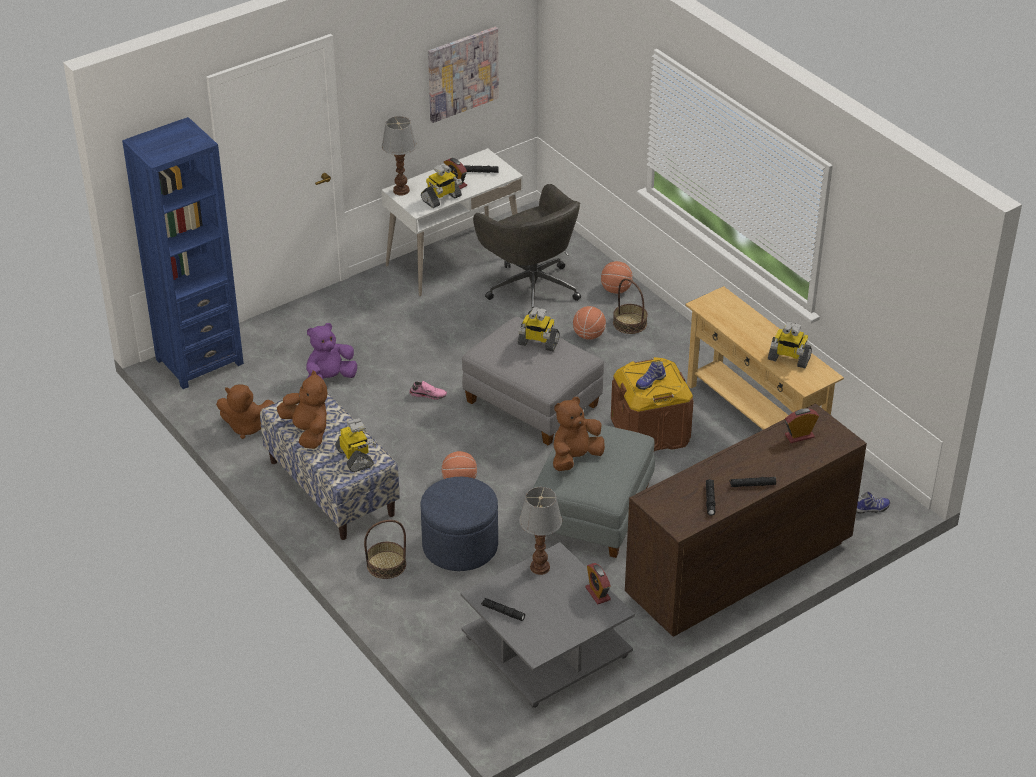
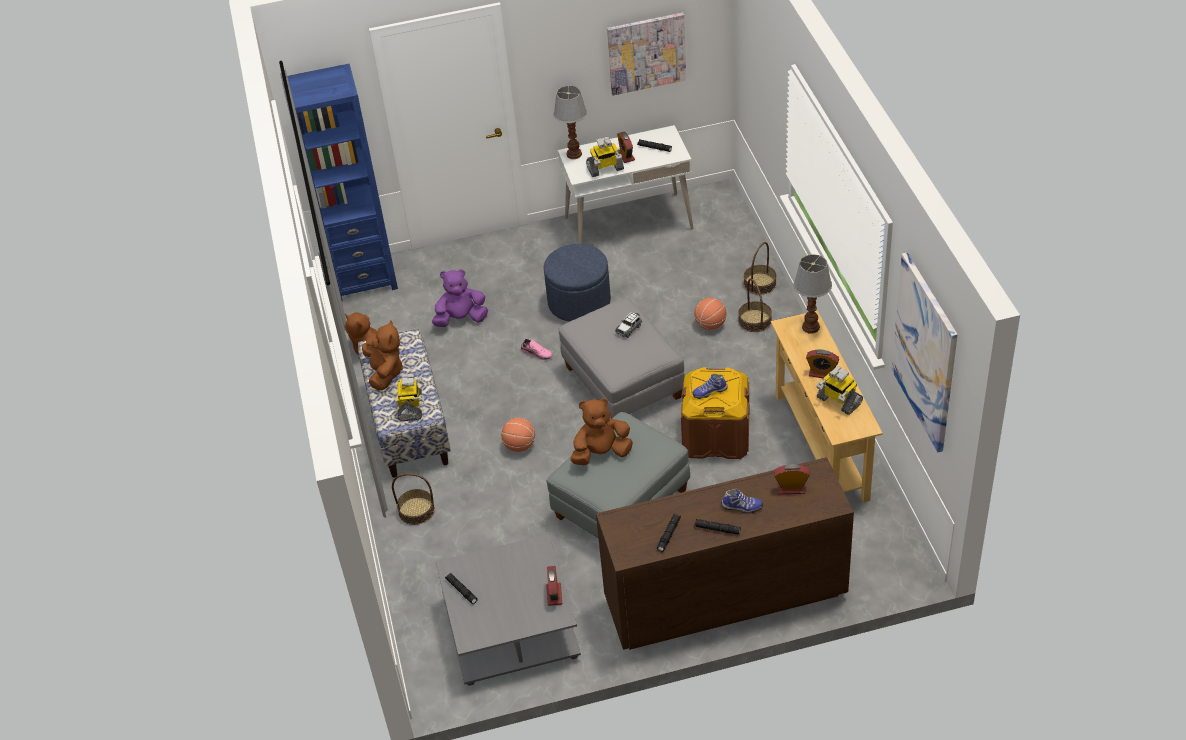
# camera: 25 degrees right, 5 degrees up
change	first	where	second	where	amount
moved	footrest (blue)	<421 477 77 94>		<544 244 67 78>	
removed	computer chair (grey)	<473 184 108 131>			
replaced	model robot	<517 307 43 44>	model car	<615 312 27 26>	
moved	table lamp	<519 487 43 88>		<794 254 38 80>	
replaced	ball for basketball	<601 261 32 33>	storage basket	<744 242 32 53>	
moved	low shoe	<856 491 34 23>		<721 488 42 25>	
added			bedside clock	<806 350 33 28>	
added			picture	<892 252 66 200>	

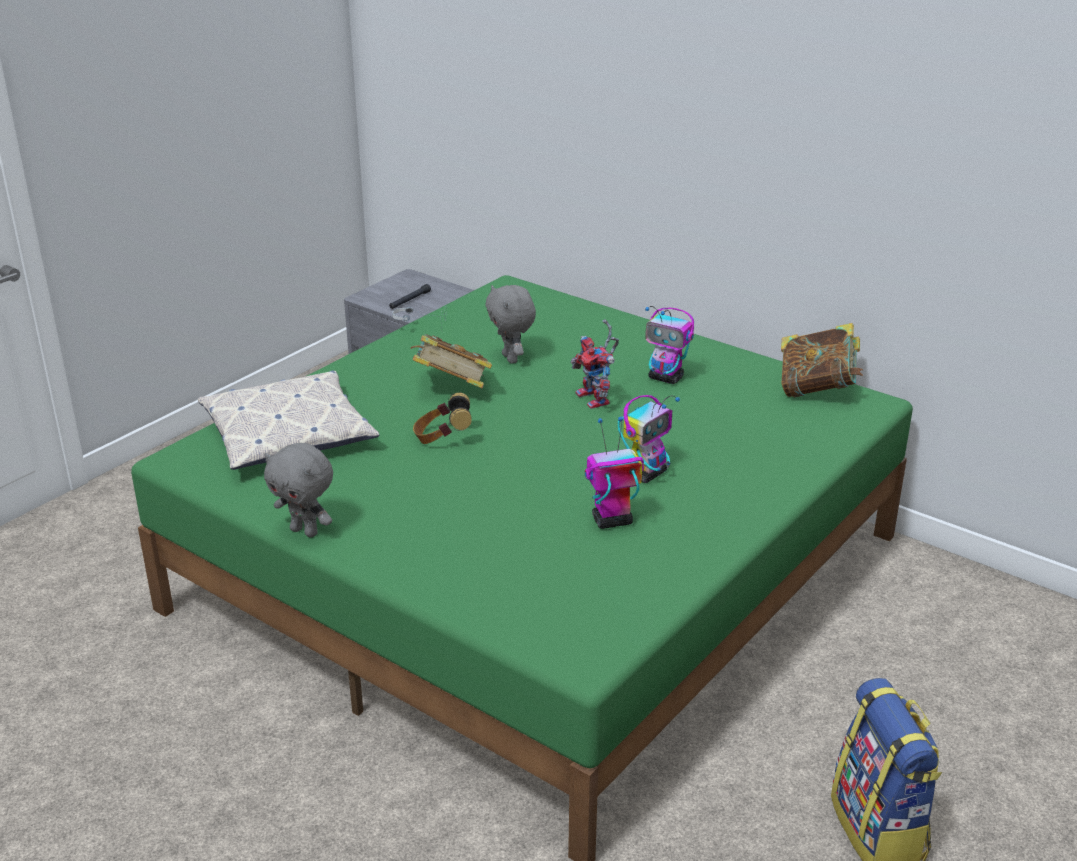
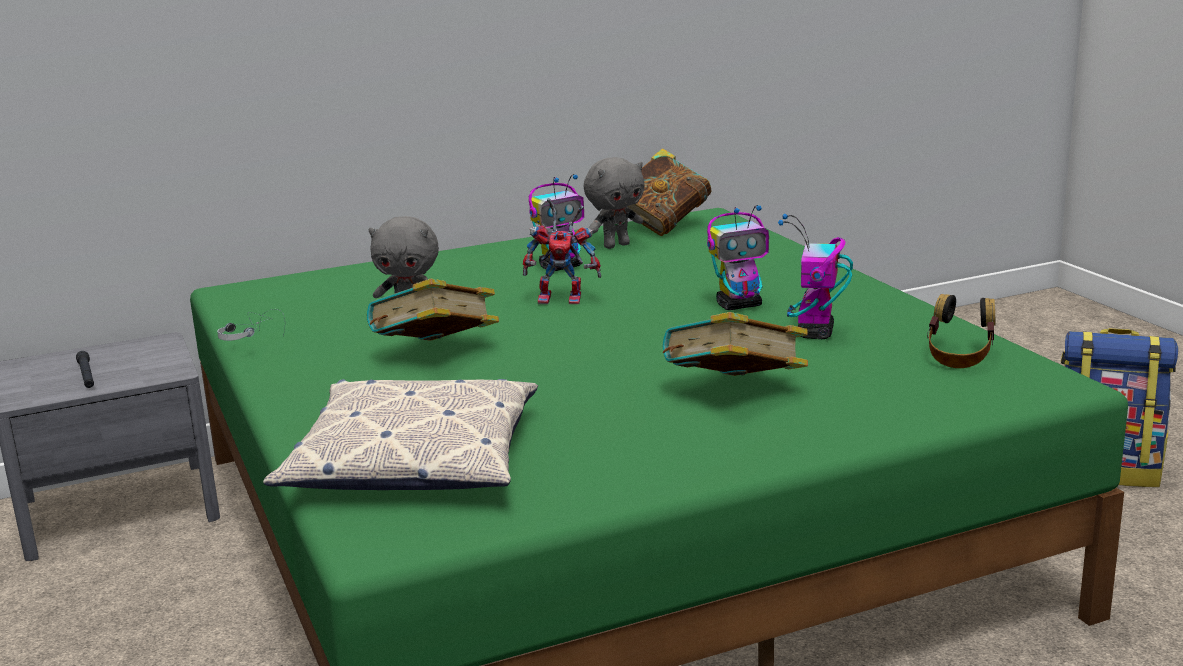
# camera: 60 degrees left, 10 degrees down
change	first	where	second	where	amount
moved	cuddly toy (grey)	<264 443 69 94>		<584 157 61 92>	
moved	pair of headphones	<413 393 59 51>		<927 294 69 74>	
turned	model robot	<618 395 62 88>		<707 205 62 105>	90 degrees clockwise
added			bound book	<662 312 146 64>	

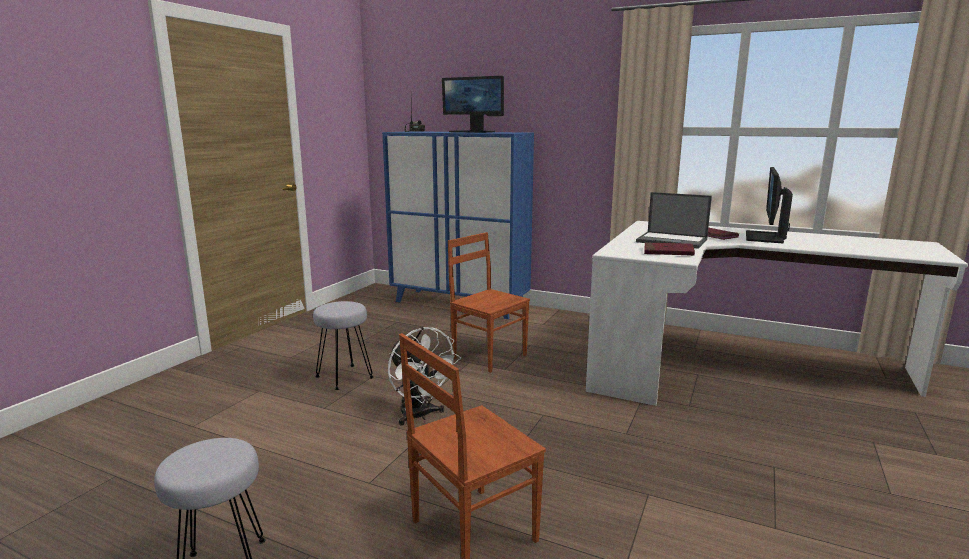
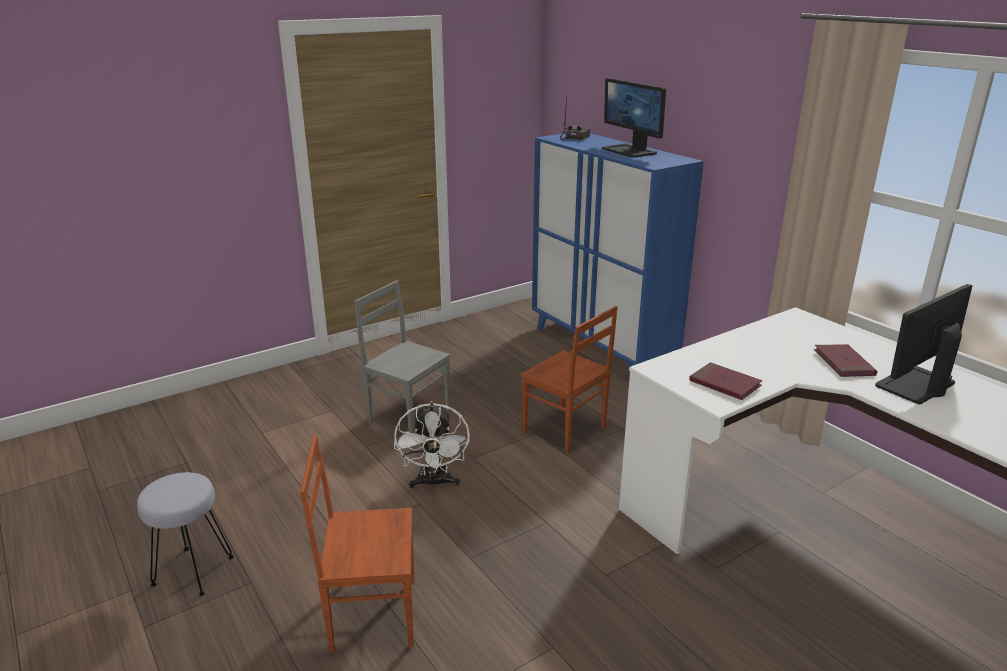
# camera: 30 degrees right, 10 degrees up
change	first	where	second	where	amount
replaced	stool (grey)	<313 301 61 89>	chair (grey)	<354 280 96 153>	
turned	chair (brown)	<448 232 82 141>		<521 306 97 148>	150 degrees clockwise
removed	laptop	<636 192 76 57>			

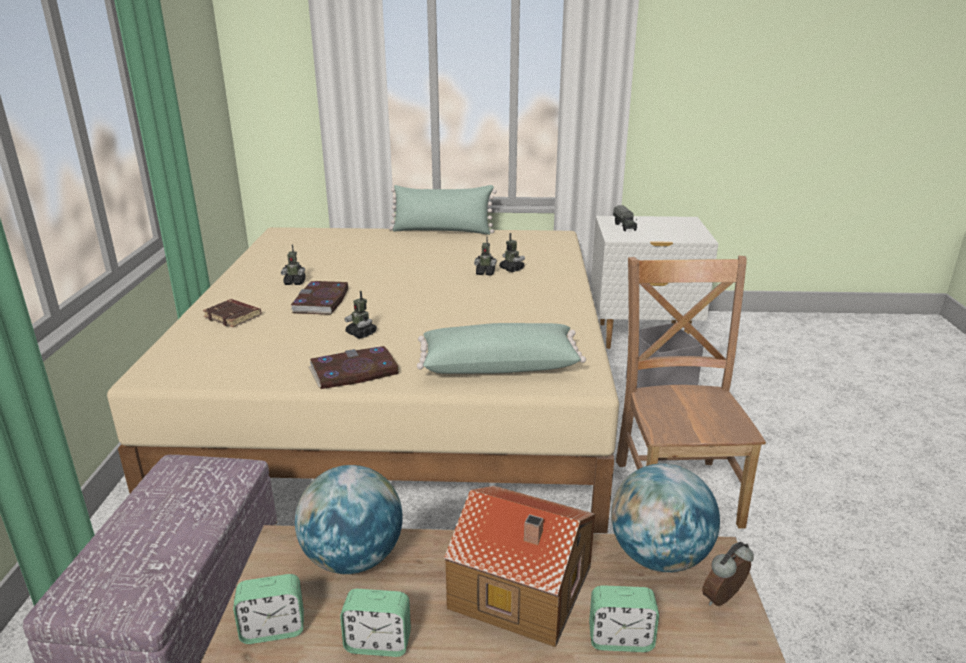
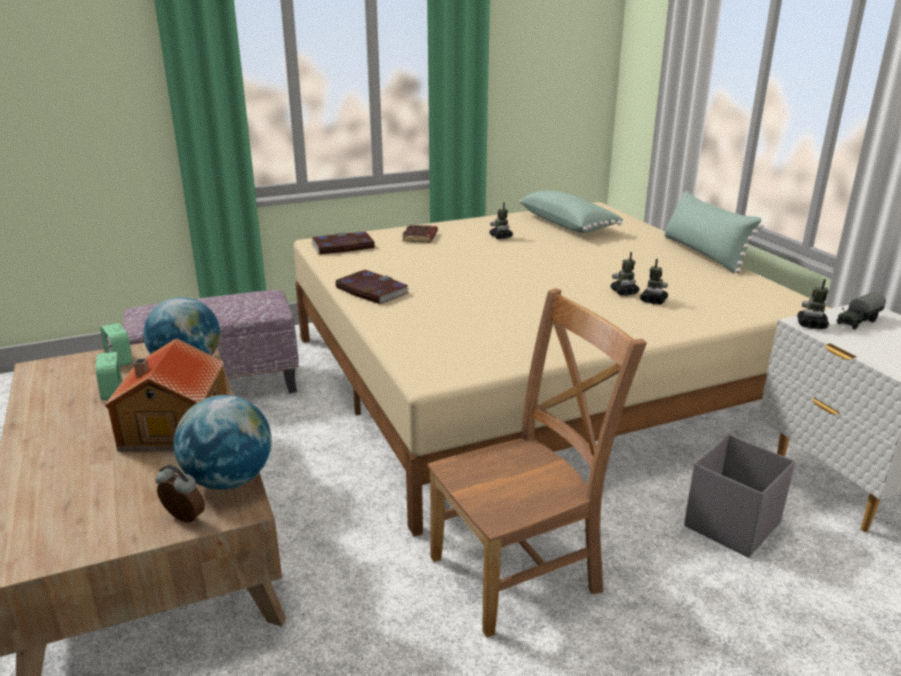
# camera: 65 degrees right, 0 degrees up
change	first	where	second	where	amount
moved	bound book	<291 281 57 34>		<311 232 65 22>	
moved	model robot	<345 291 32 47>		<797 279 32 50>	
moved	pillow (green-coloured)	<417 323 169 51>		<519 190 104 43>	
removed	bedside clock	<589 585 70 67>			

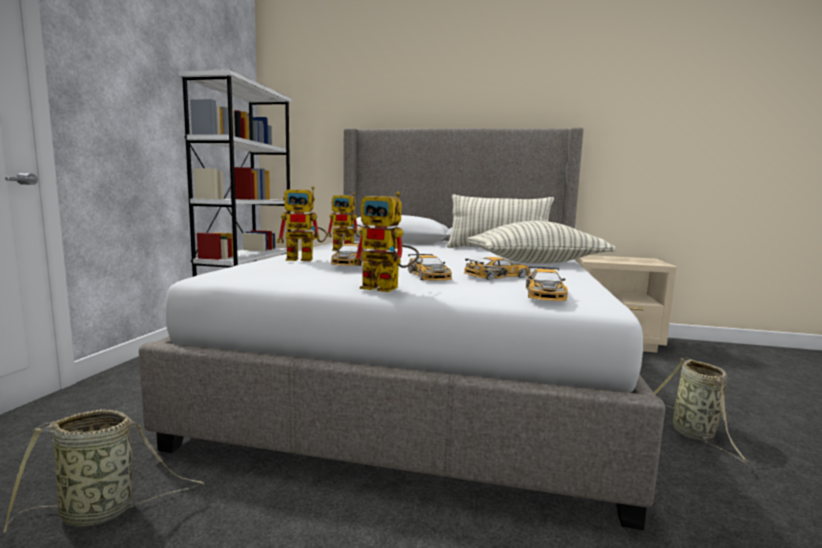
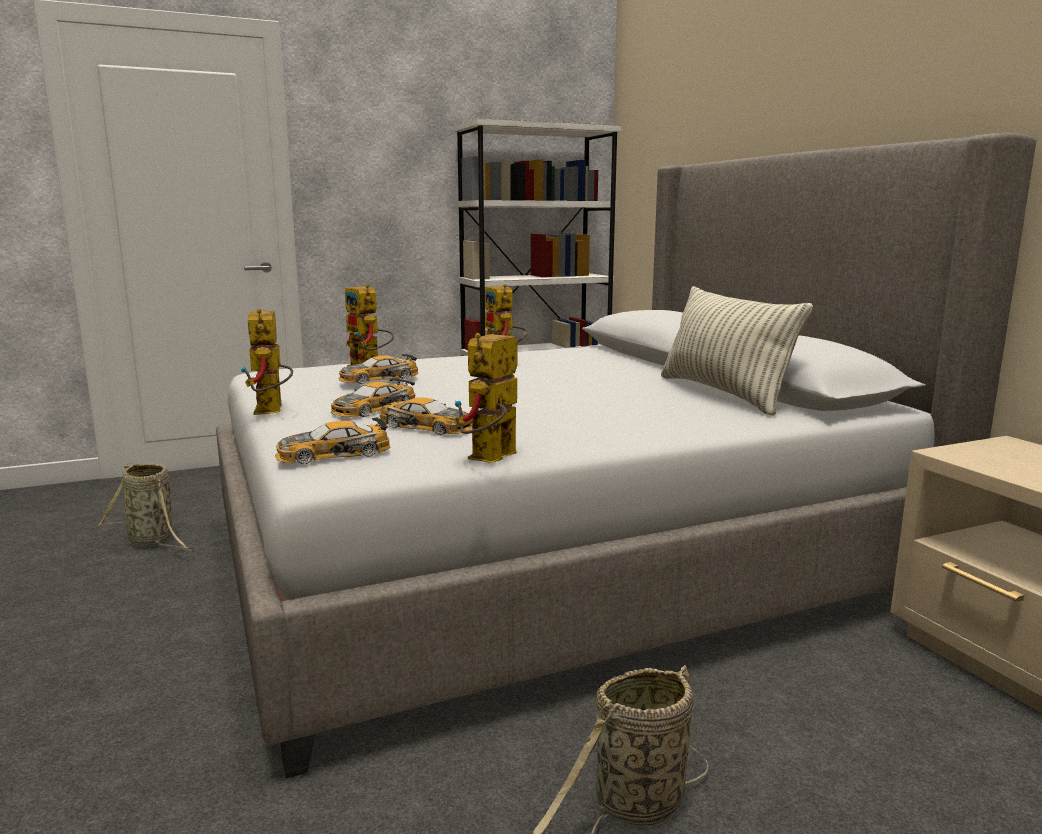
# camera: 55 degrees right, 5 degrees up
change	first	where	second	where	amount
removed	pillow	<467 221 149 43>			
added			model robot	<454 333 63 130>	

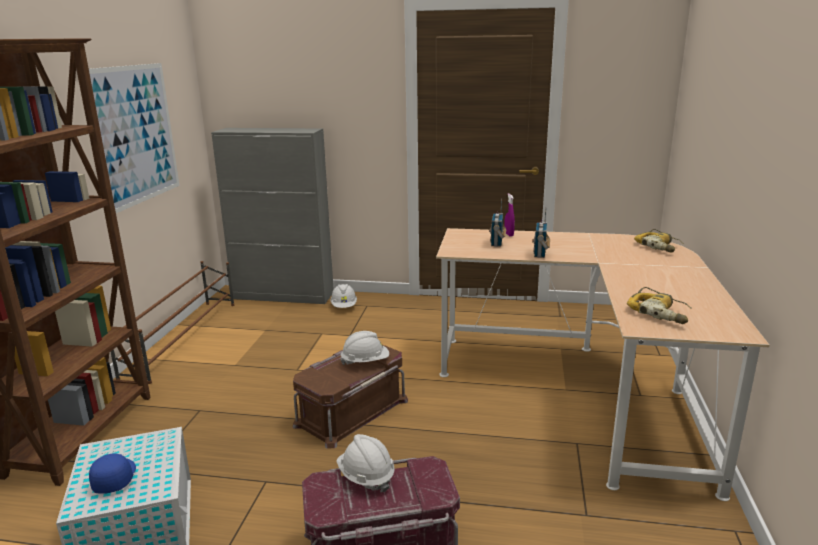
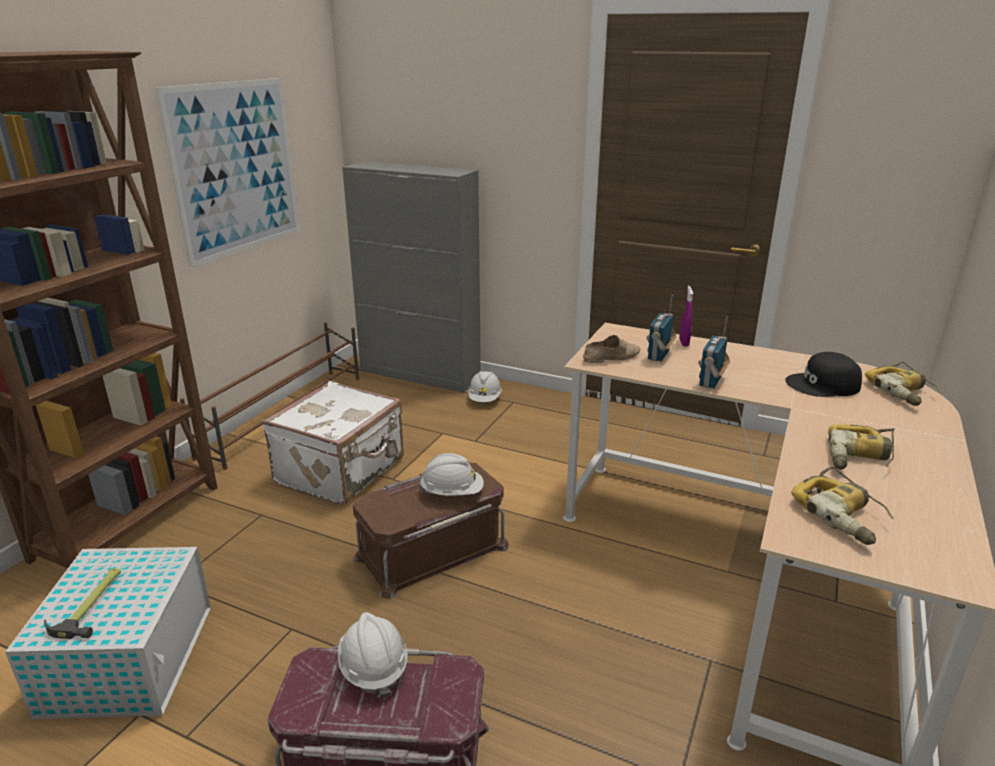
# camera: 15 degrees right, 5 degrees up
change	first	where	second	where	amount
replaced	cap (blue)	<89 454 47 40>	hammer	<44 568 77 71>	
added			travel case (whitish)	<262 381 142 124>	
added			low shoe (sand-coloured)	<583 335 57 28>	
added			cap (black)	<785 352 77 45>	
added			power drill	<828 424 67 45>	

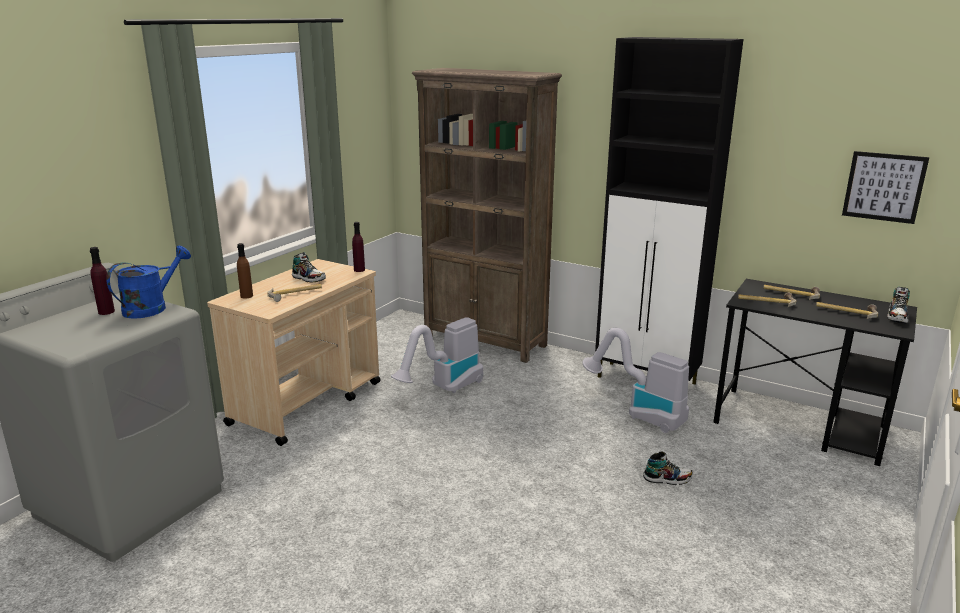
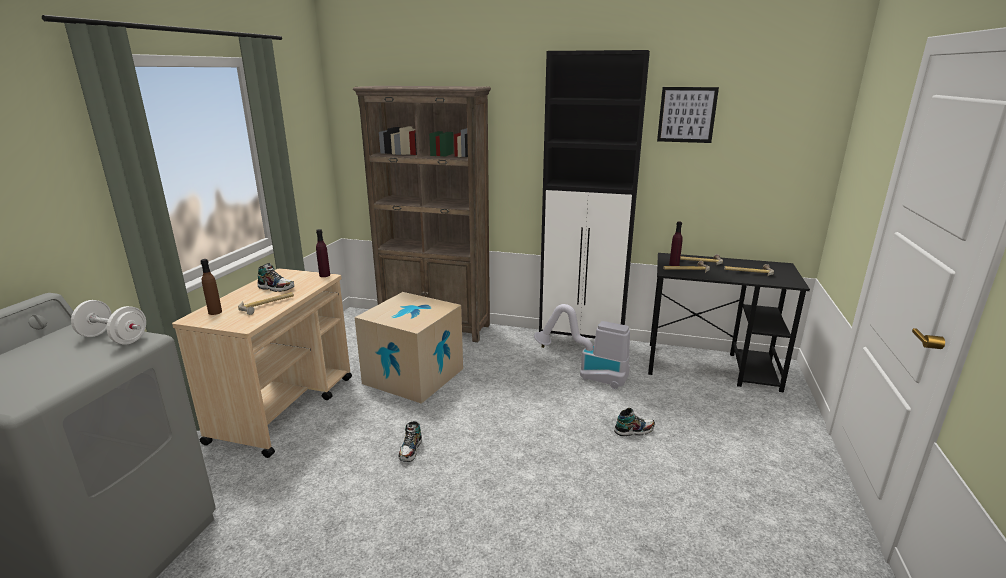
# camera: 15 degrees left, 0 degrees up
change	first	where	second	where	amount
moved	drink bottle (purple)	<90 247 25 68>		<669 221 14 45>	
replaced	watering can (blue)	<106 246 85 73>	dumbbell (whitish)	<71 300 75 44>	
replaced	vacuum	<391 317 92 76>	carton	<355 292 108 112>	
moved	picture	<842 151 87 73>		<657 87 62 56>	
moved	low shoe	<887 287 23 37>		<398 421 24 41>	

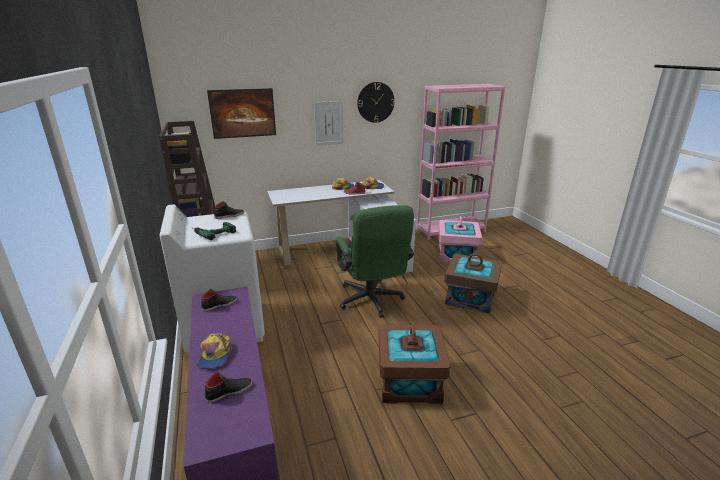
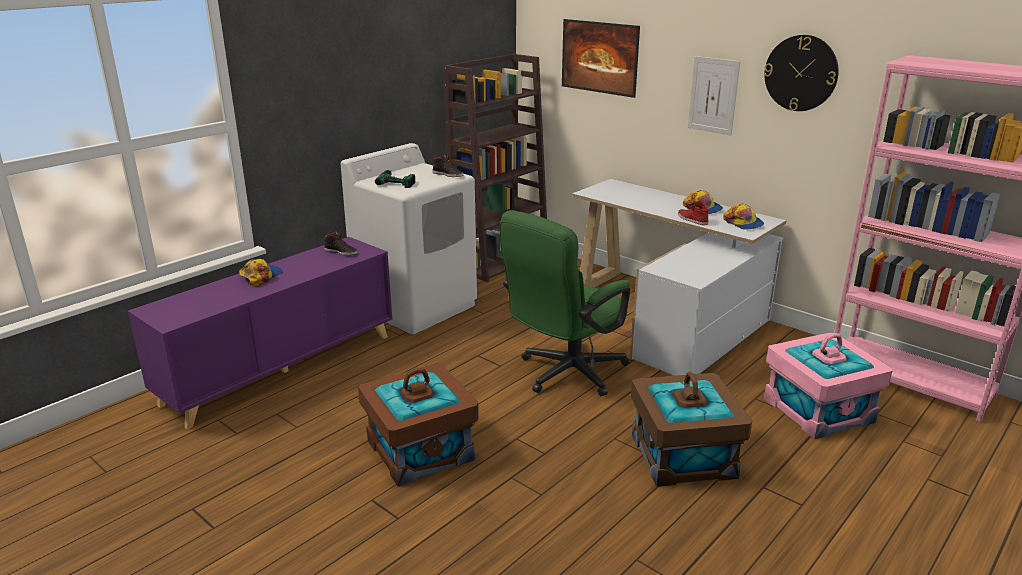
# camera: 60 degrees right, 0 degrees up
change	first	where	second	where	amount
turned	cap	<197 333 35 36>		<239 259 44 27>	150 degrees clockwise
removed	low shoe (black)	<205 371 47 32>			

